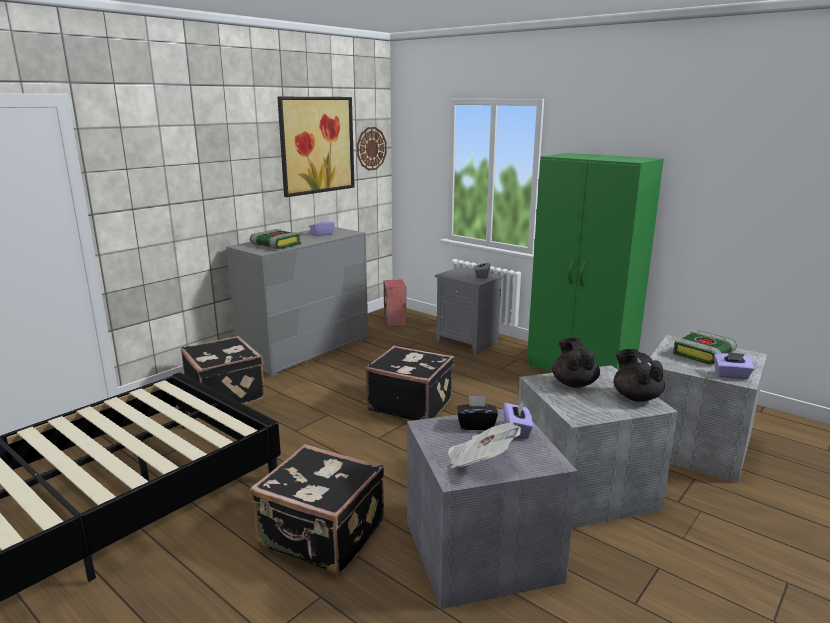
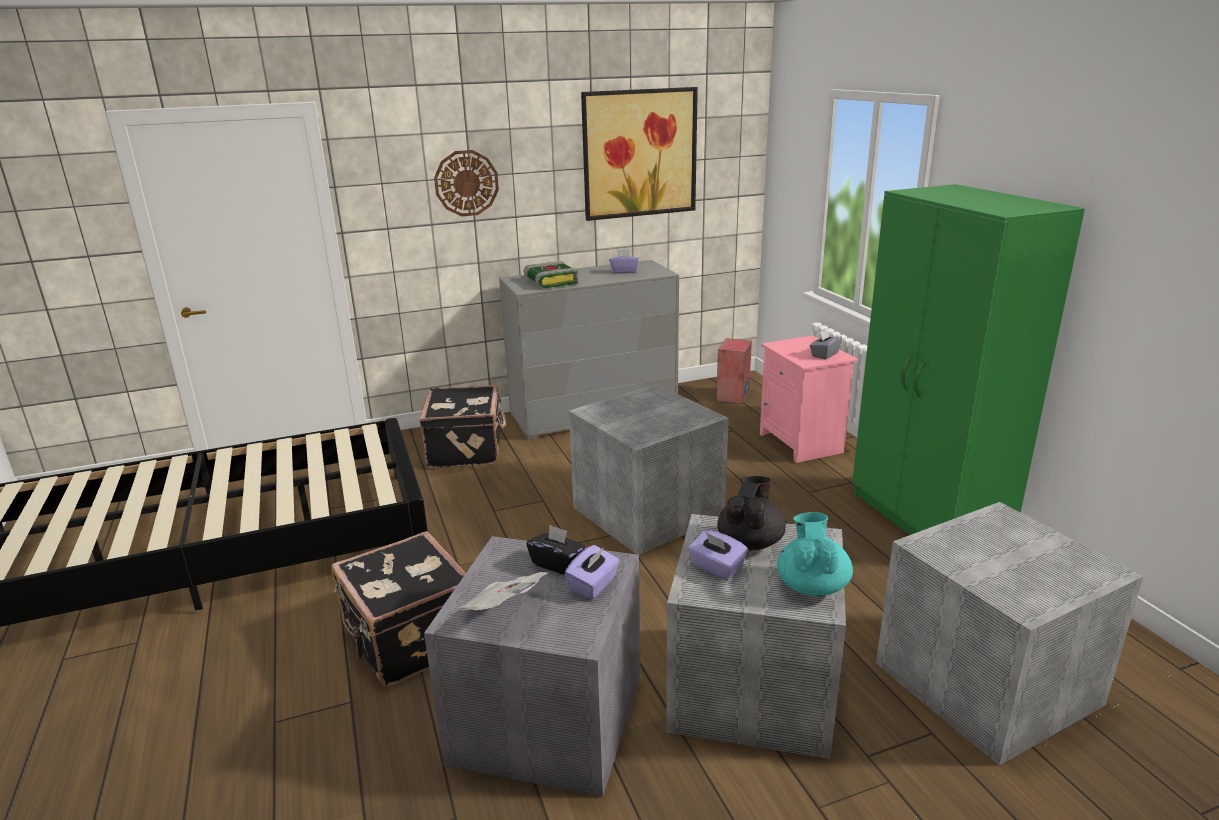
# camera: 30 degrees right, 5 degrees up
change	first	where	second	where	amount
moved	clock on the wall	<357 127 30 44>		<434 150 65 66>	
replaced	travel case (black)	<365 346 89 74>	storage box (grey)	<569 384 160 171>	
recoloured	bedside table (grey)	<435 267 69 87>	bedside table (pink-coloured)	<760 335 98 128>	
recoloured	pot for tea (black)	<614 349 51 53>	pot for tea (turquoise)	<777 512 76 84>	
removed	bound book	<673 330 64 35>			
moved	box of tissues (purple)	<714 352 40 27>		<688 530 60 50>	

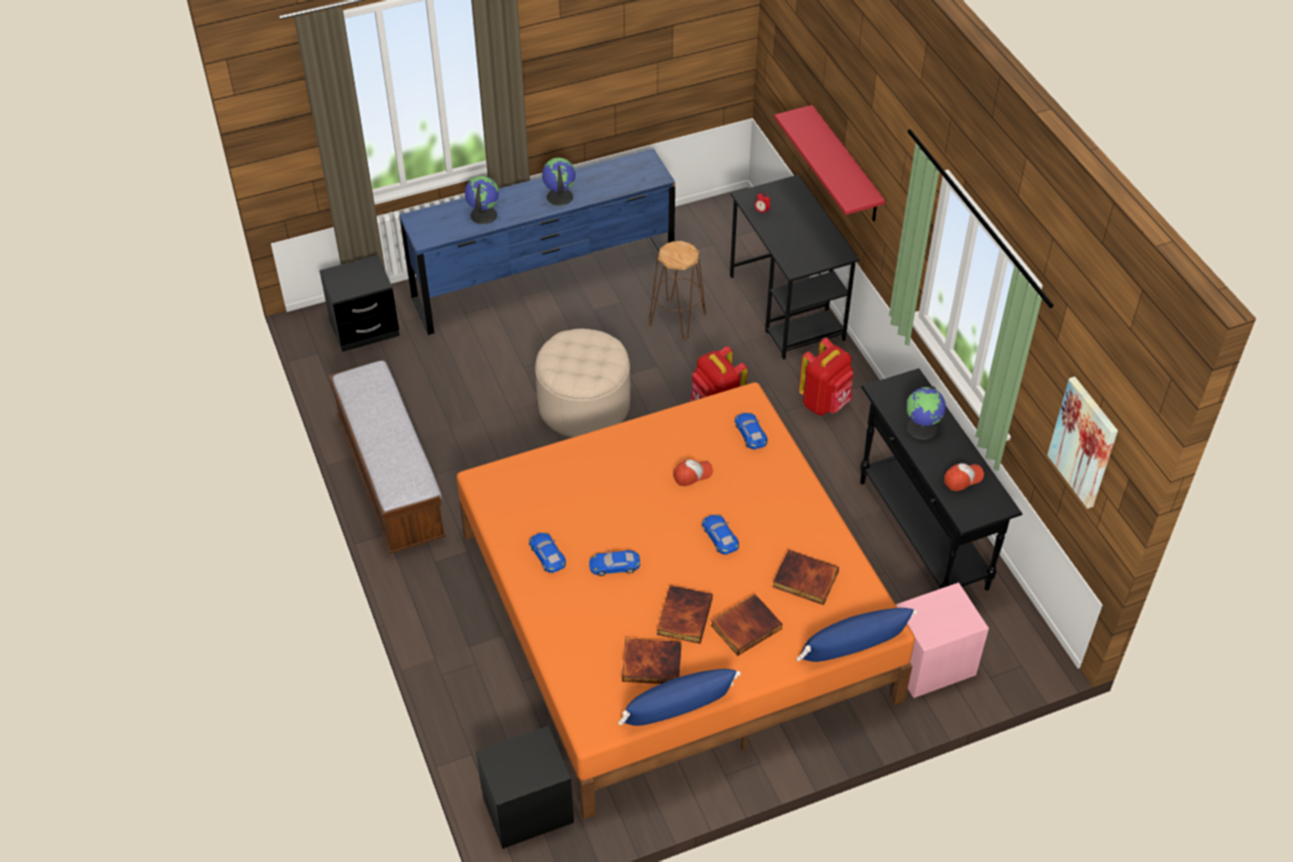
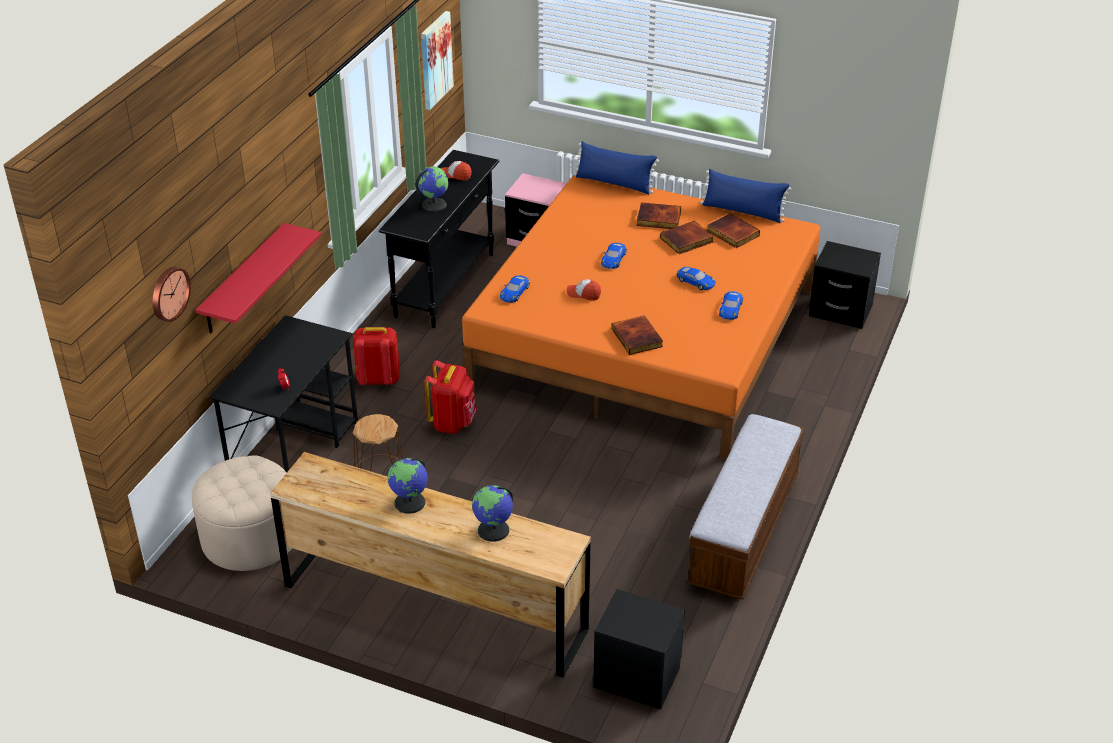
# camera: 135 degrees left, 10 degrees down
change	first	where	second	where	amount
recoloured	drawer chest (blue)	<399 148 276 187>	drawer chest (brown)	<270 452 321 226>	
moved	footrest (sand-coloured)	<535 329 95 108>		<192 455 100 116>	
moved	bound book	<772 550 67 55>		<611 315 52 40>	
added			clock on the wall	<152 267 39 55>	

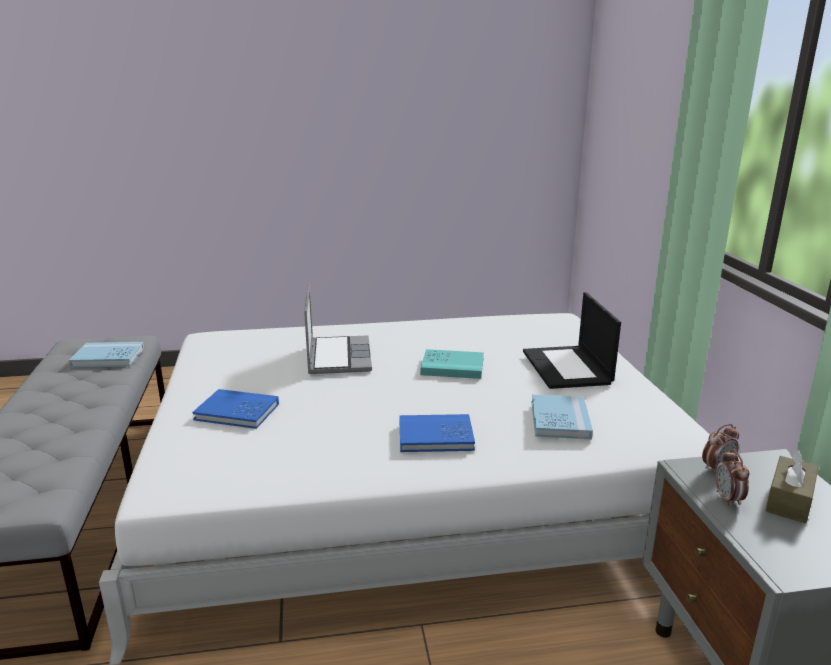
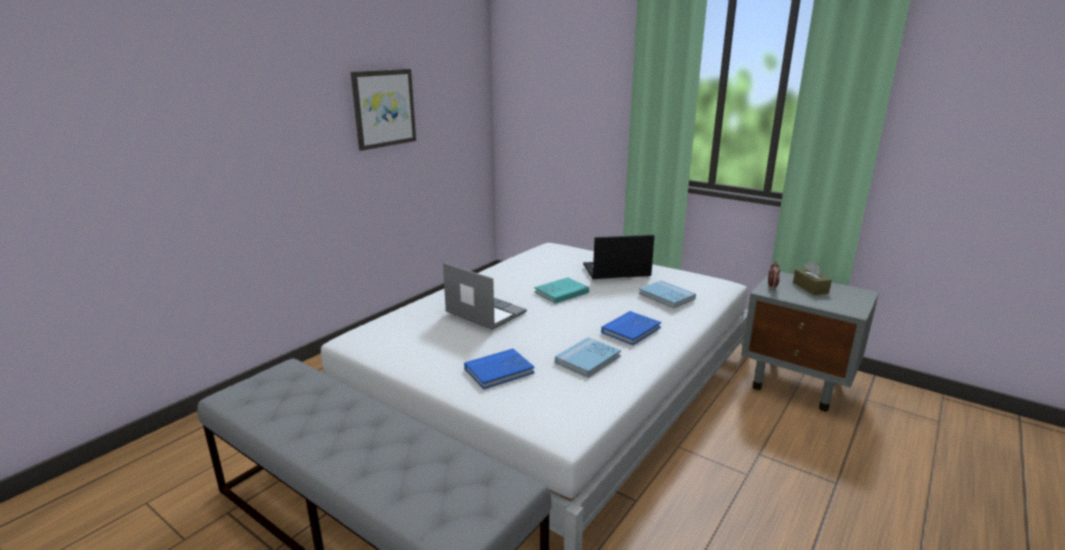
# camera: 45 degrees left, 0 degrees up
change	first	where	second	where	amount
moved	bound book (blue)	<69 342 75 26>		<555 337 66 41>	
turned	laptop	<523 292 98 97>		<583 235 72 44>	135 degrees clockwise
removed	bedside clock	<715 449 34 58>			
added			picture	<351 69 65 82>	

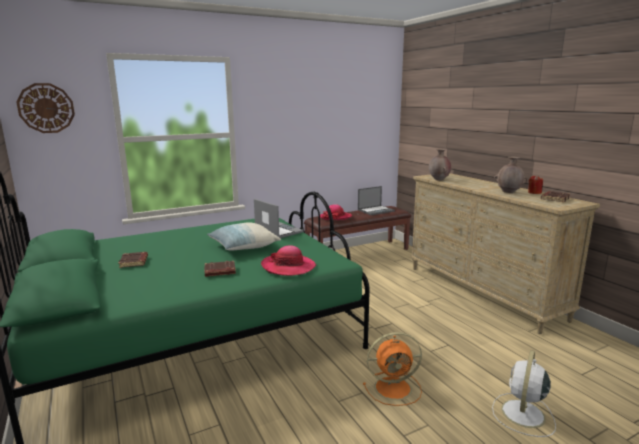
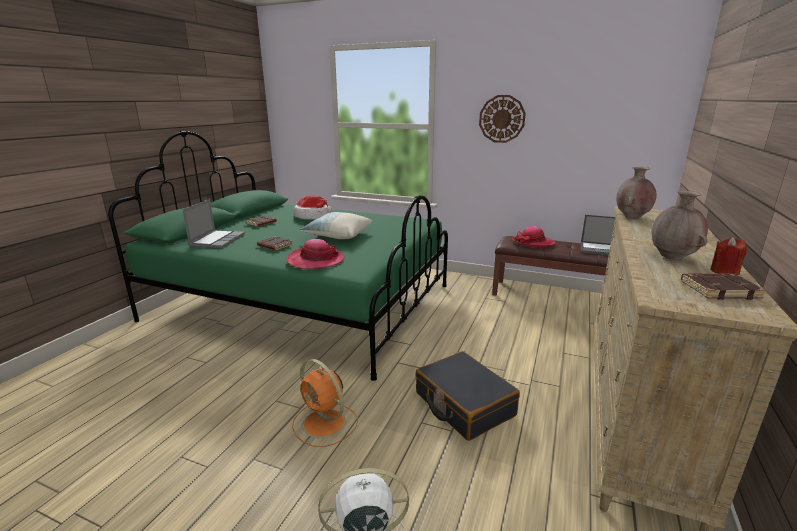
# camera: 50 degrees right, 5 degrees up
change	first	where	second	where	amount
moved	clock on the wall	<16 83 59 50>		<479 95 47 48>	
moved	laptop	<254 199 49 39>		<182 199 63 49>	
added			wearable hat	<294 195 38 25>	
added			travel case (black)	<415 351 105 90>	

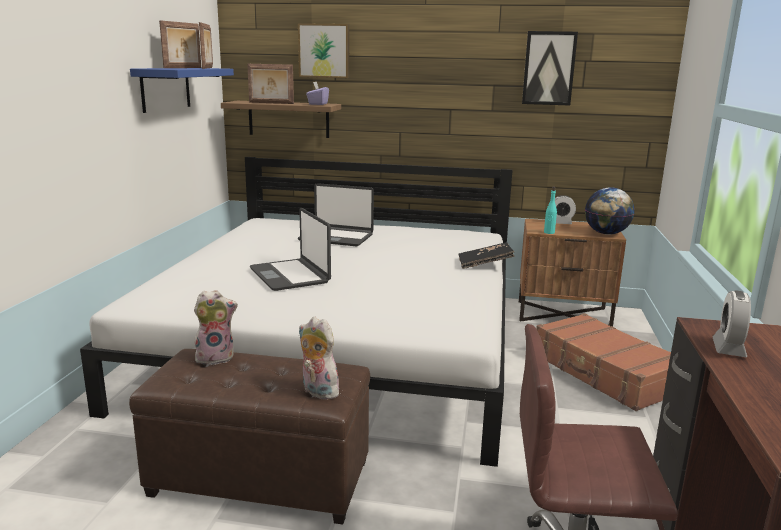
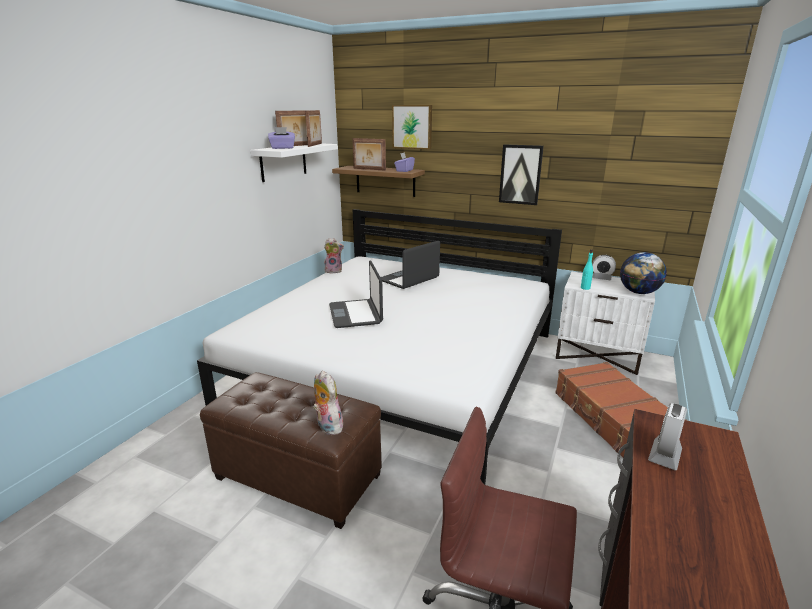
# camera: 15 degrees right, 5 degrees up
change	first	where	second	where	amount
recoloured	shelf (blue)	<130 68 104 45>	shelf (whitish)	<250 144 88 38>	
moved	cuddly toy	<194 290 44 75>		<324 238 20 36>	
turned	laptop	<298 183 76 64>		<381 241 59 48>	105 degrees clockwise
removed	bound book (black)	<458 242 57 27>			
recoloured	bedside table (brown)	<519 219 107 107>	bedside table (whitish)	<556 272 99 103>	
moved	picture	<522 31 56 75>		<499 144 45 61>	
added			box of tissues (purple)	<268 127 27 22>	

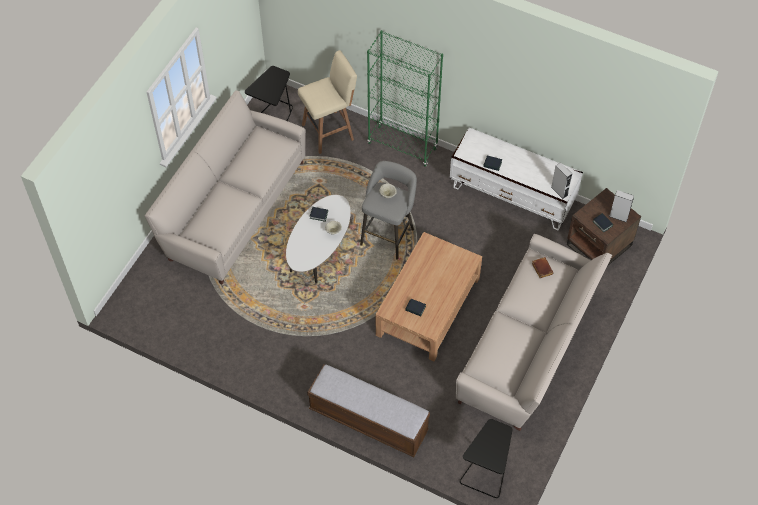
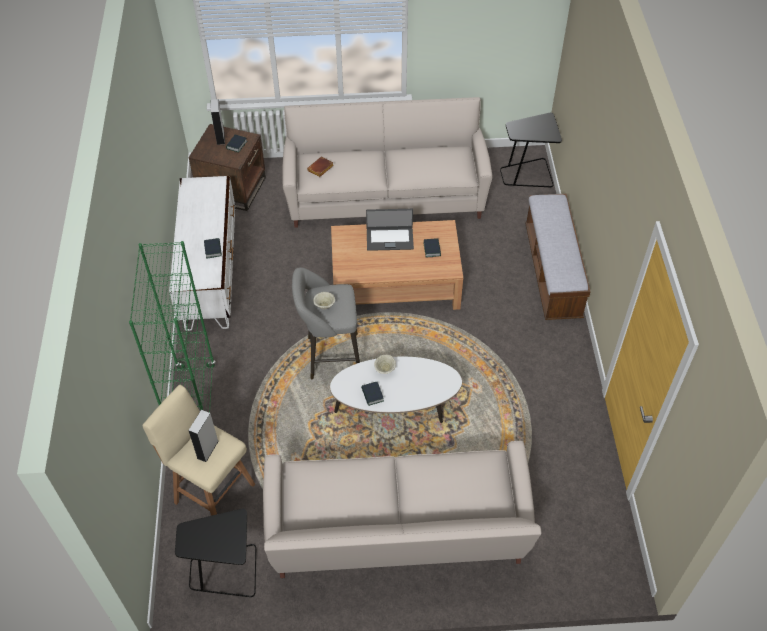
# camera: 120 degrees left, 5 degrees down
change	first	where	second	where	amount
moved	loudspeaker (grey)	<551 162 21 37>		<188 410 30 52>	
added			laptop	<366 209 48 42>	

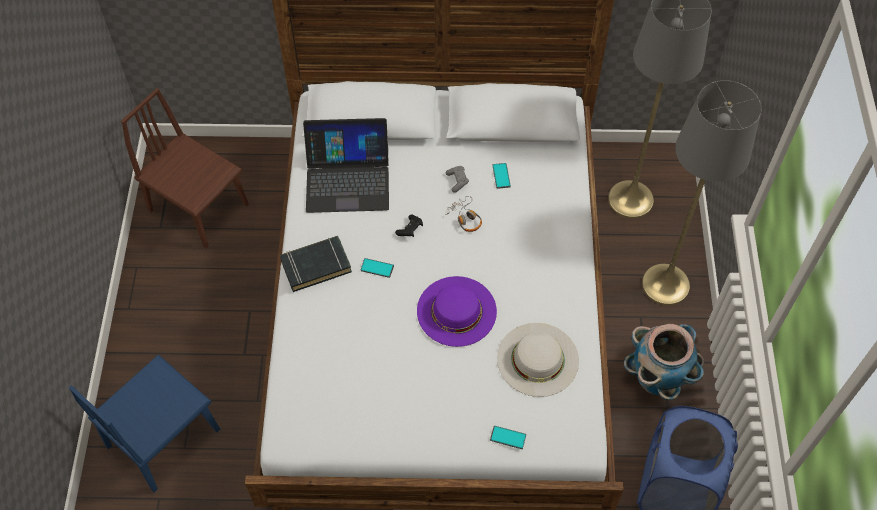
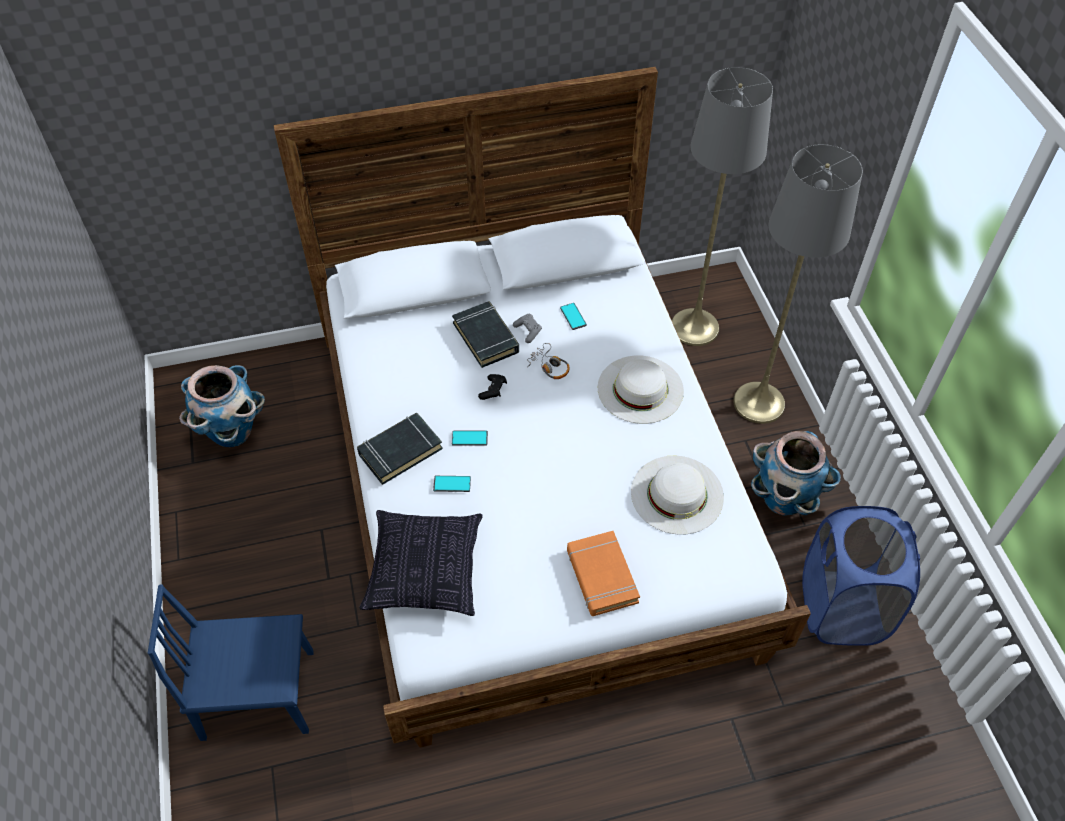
# camera: 15 degrees left, 5 degrees down
change	first	where	second	where	amount
turned	chair (blue)	<69 355 151 138>		<148 584 166 157>	60 degrees clockwise
replaced	chair (brown)	<121 88 128 160>	planter	<179 365 86 82>	
removed	laptop	<303 118 86 95>			
removed	wearable hat (purple)	<417 276 80 71>			
moved	handset	<490 426 36 23>		<433 476 38 16>	
added			pillow	<359 510 124 106>	
added			bound book (black)	<452 301 67 67>	
added			bound book (orangey)	<567 531 73 85>	
added			wearable hat (whitish)	<598 355 86 69>	

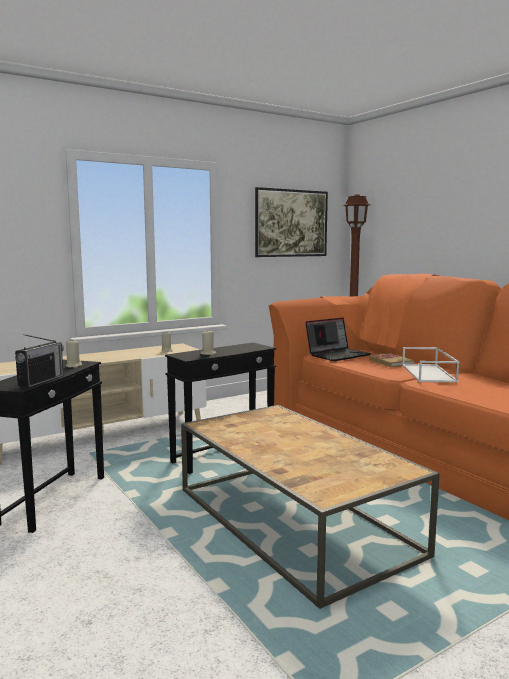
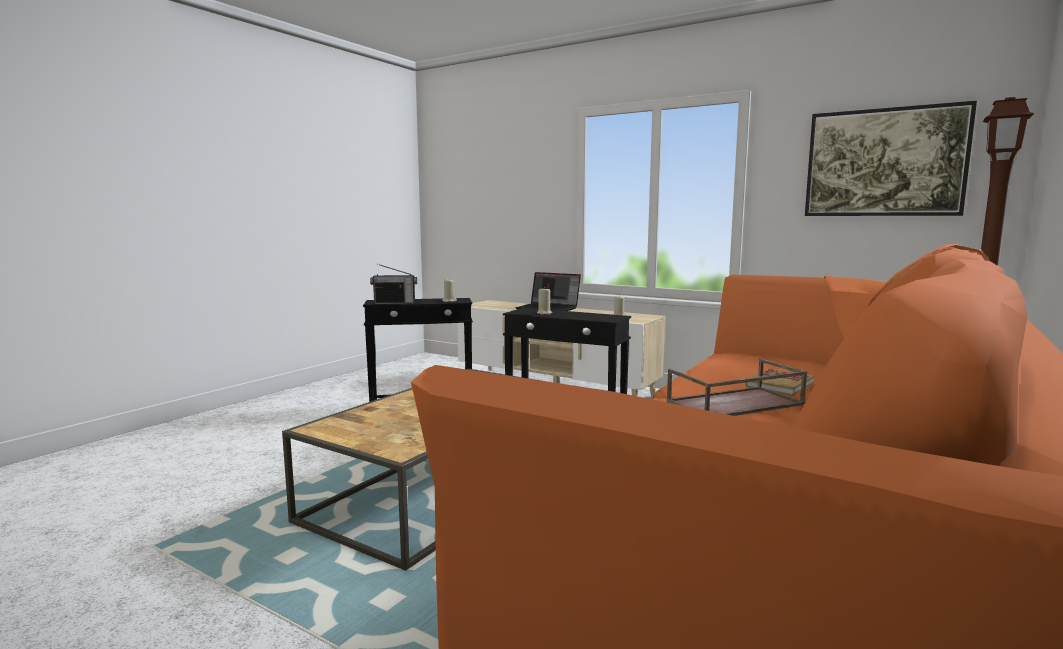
# camera: 65 degrees right, 0 degrees up
change	first	where	second	where	amount
moved	laptop	<305 317 66 44>		<515 272 66 39>	
recoloured	carrying tray (whitish)	<402 347 57 36>	carrying tray (brown)	<666 358 141 58>	

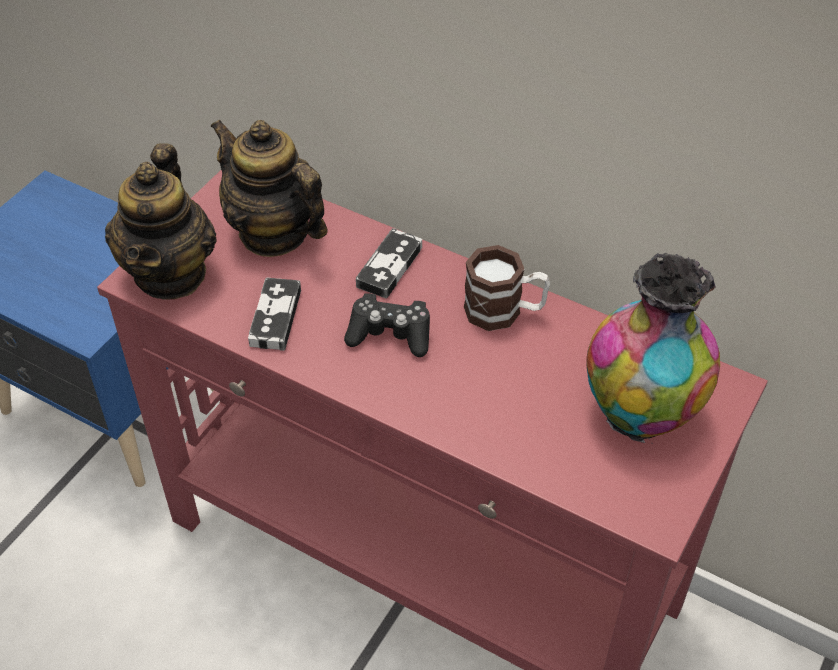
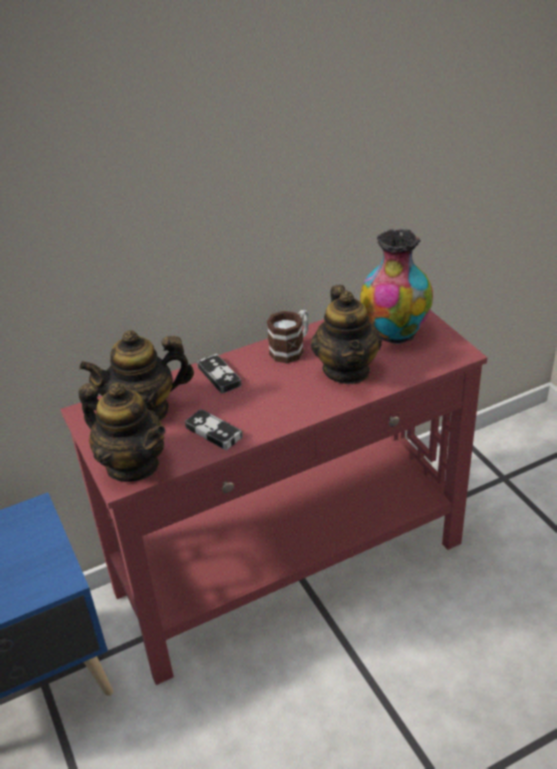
# camera: 55 degrees left, 10 degrees down
change	first	where	second	where	amount
removed	gamepad (black)	<344 293 86 64>			
added			pot for tea	<311 285 71 99>	

